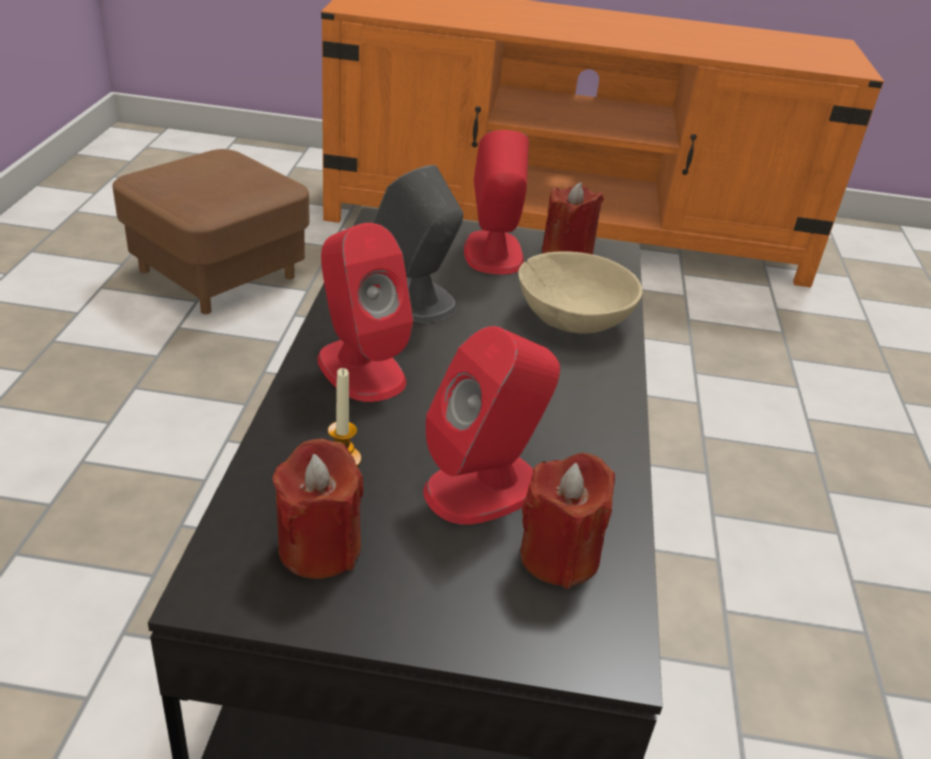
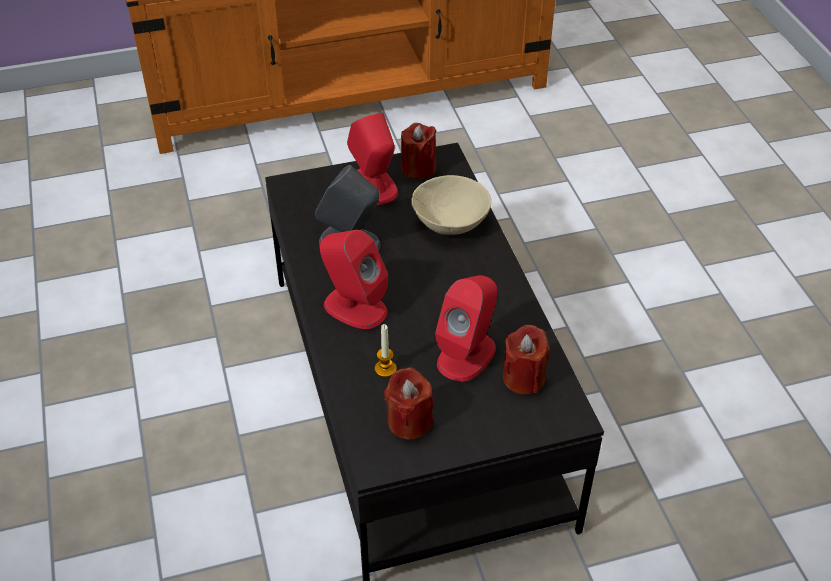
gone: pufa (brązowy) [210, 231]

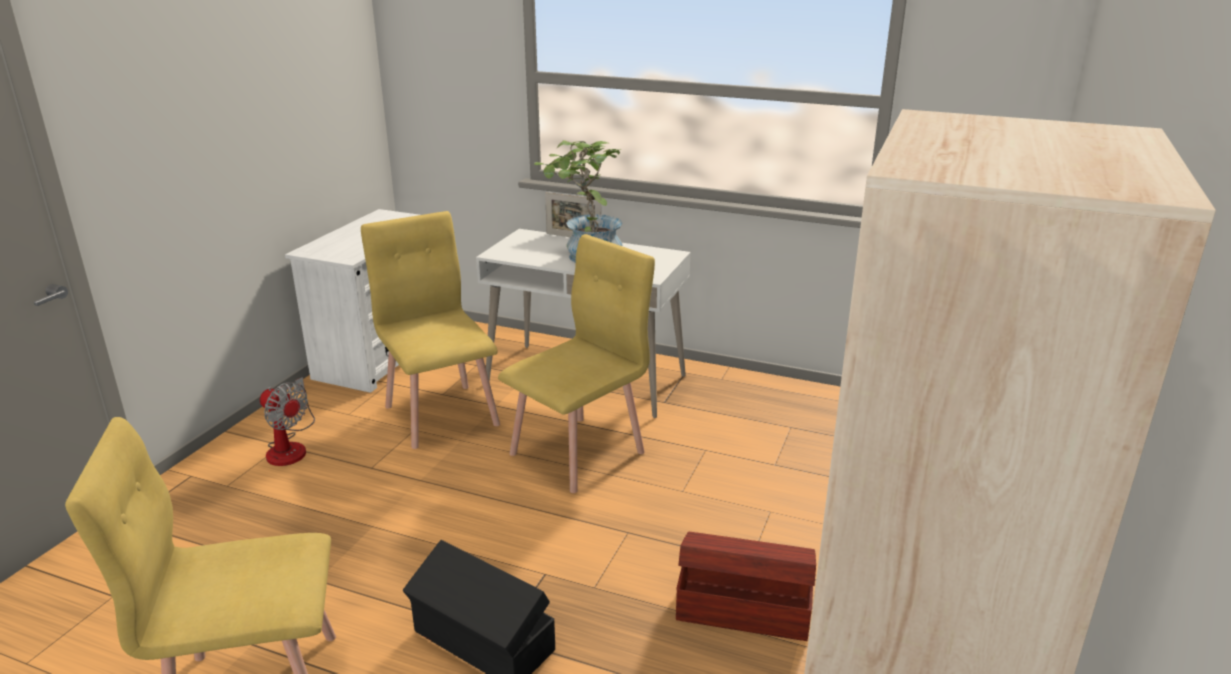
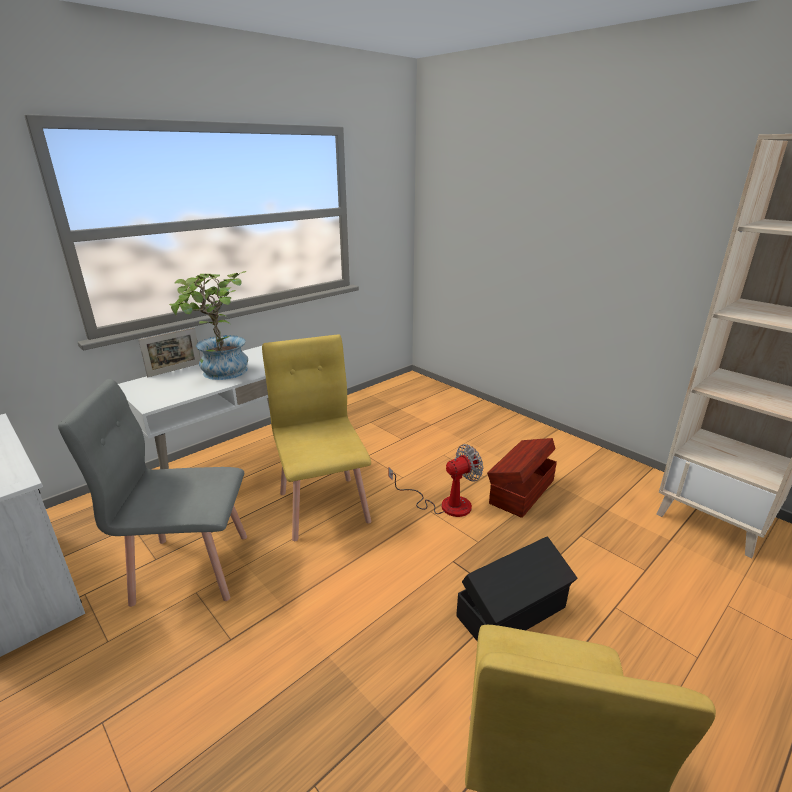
shifted: wentylator [287, 421] to [436, 480]
repainted: krzesło (żółty) [430, 330] to krzesło (szary) [152, 493]

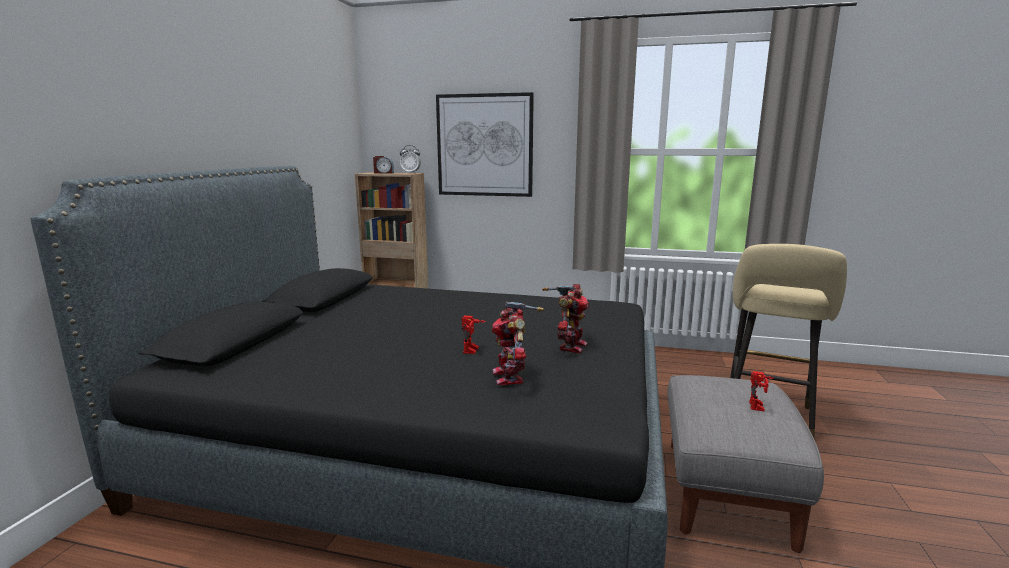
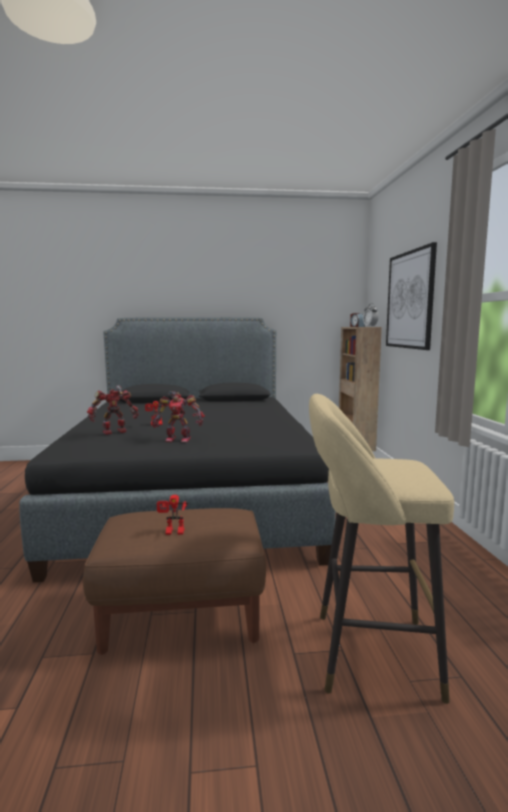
repainted: pufa (szary) [745, 464] to pufa (brązowy) [174, 581]

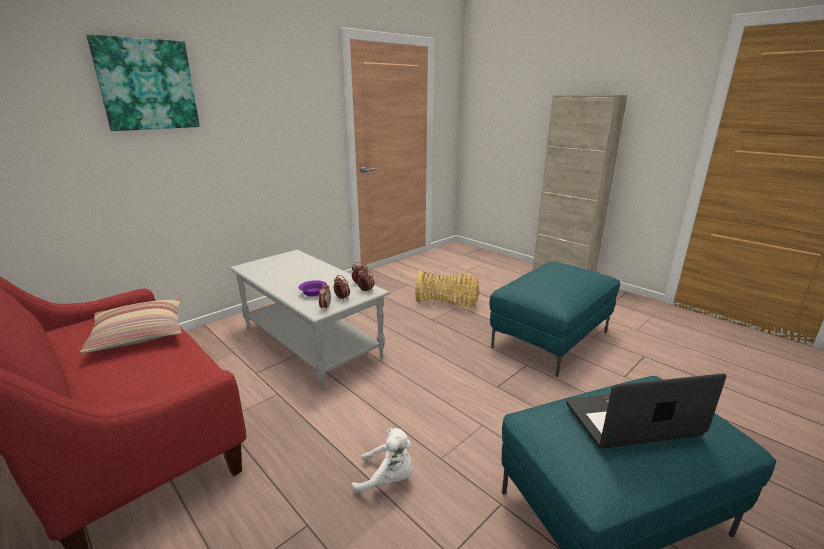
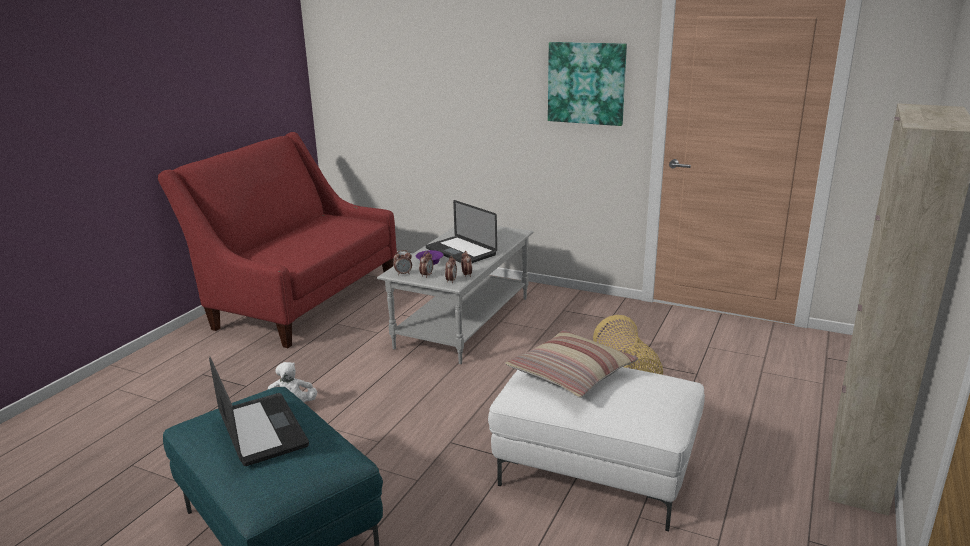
new: laptop [461, 231]
shifted: poduszka [131, 325] to [571, 364]; obraz [143, 82] to [587, 84]
repainted: pufa (turkusowy) [555, 319] to pufa (biały) [596, 449]

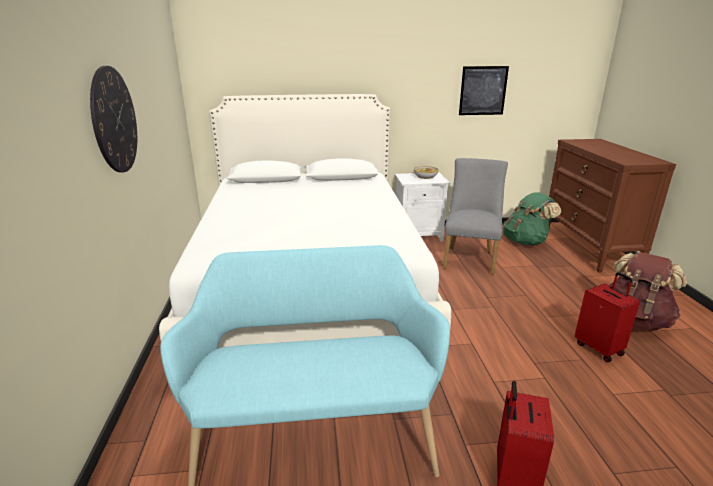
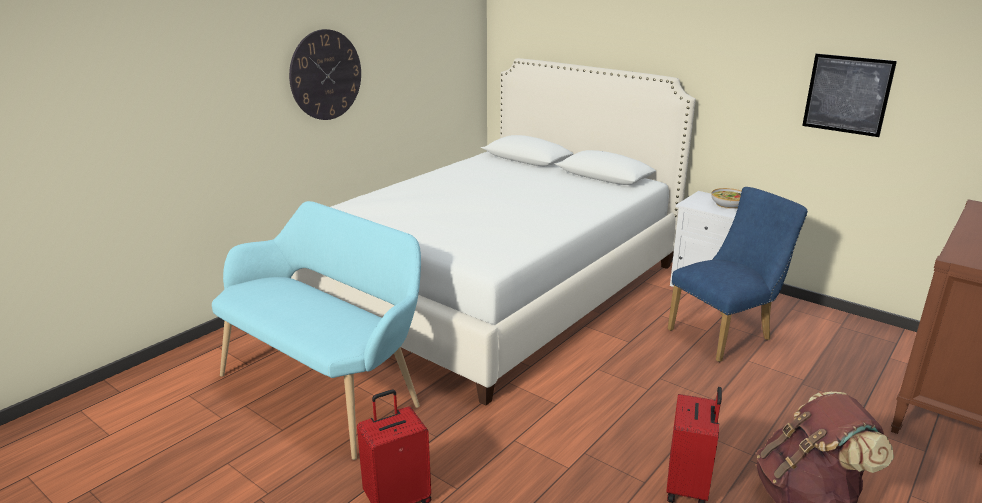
gone: plecak (zielony) [532, 218]
repainted: krzesło (szary) [475, 216] to krzesło (niebieski) [738, 274]

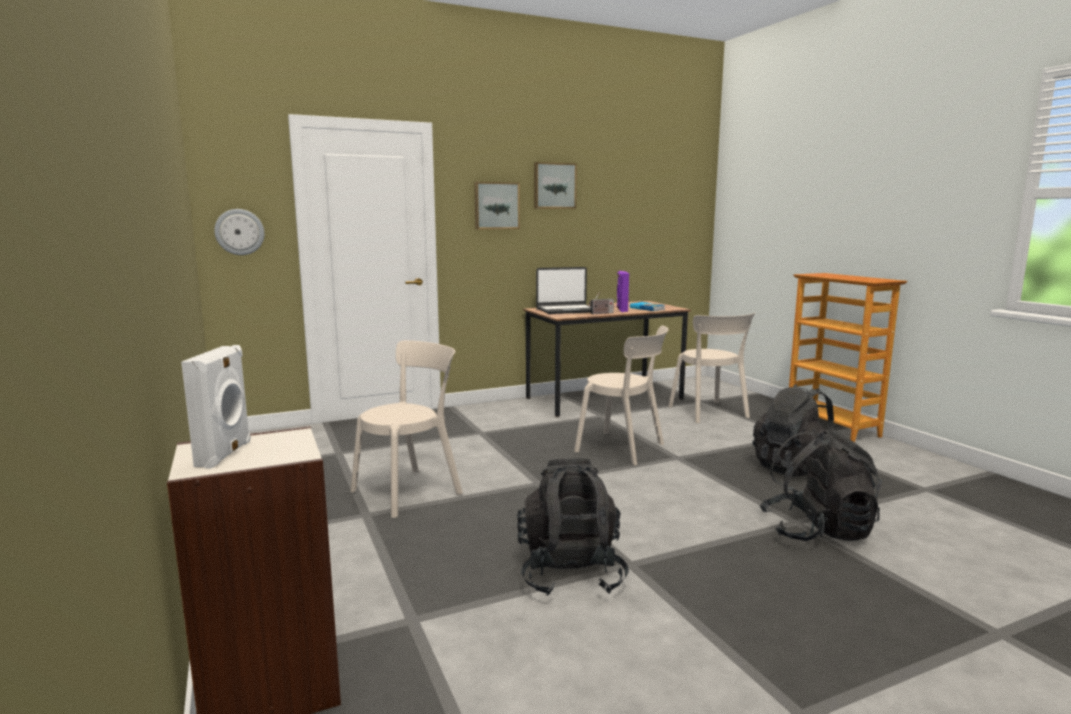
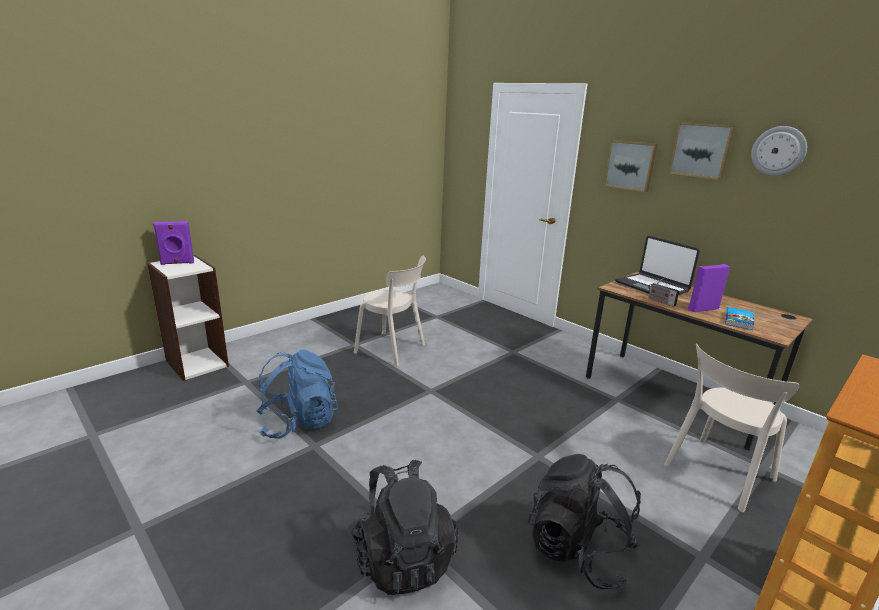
gone: krzesło (beżowy) [621, 395]
shifted: zegar ścienny [239, 232] to [779, 151]
repainted: głośnik (biały) [216, 406] to głośnik (fioletowy) [173, 243]; plecak (czarny) [573, 527] to plecak (niebieski) [297, 394]

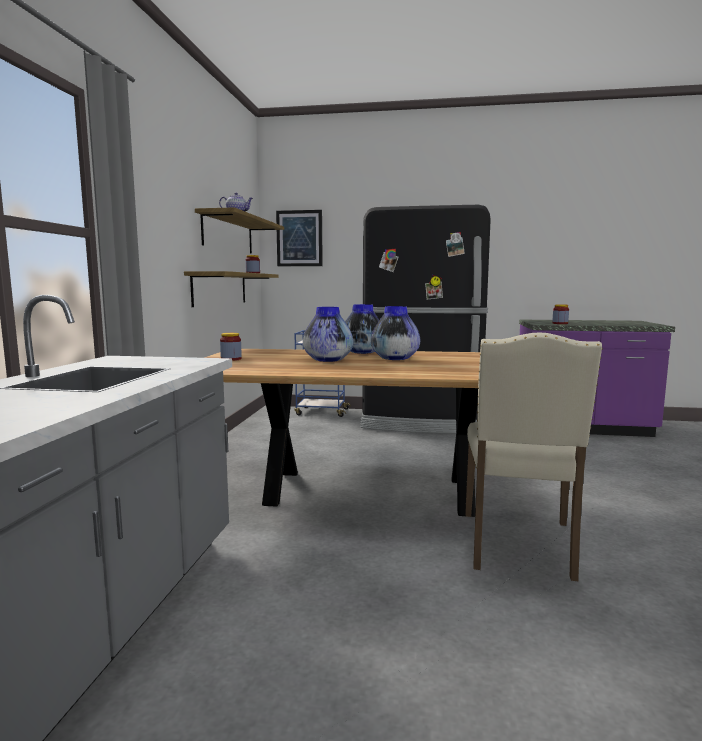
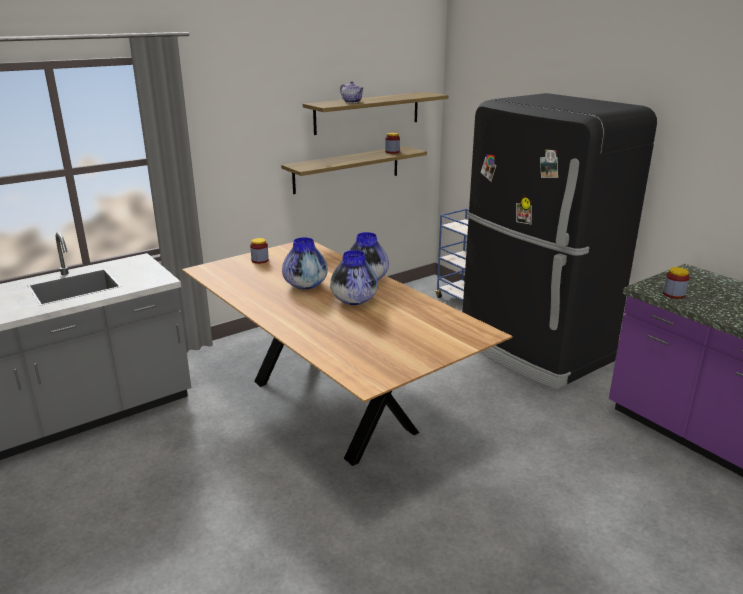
gone: obraz [299, 238]; krzesło (beżowy) [534, 457]

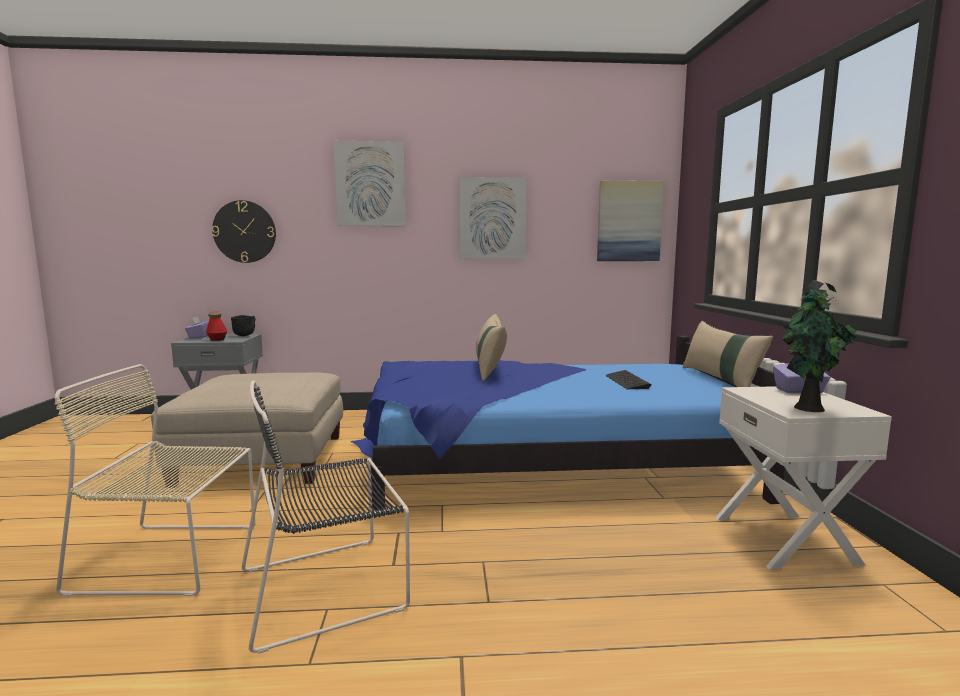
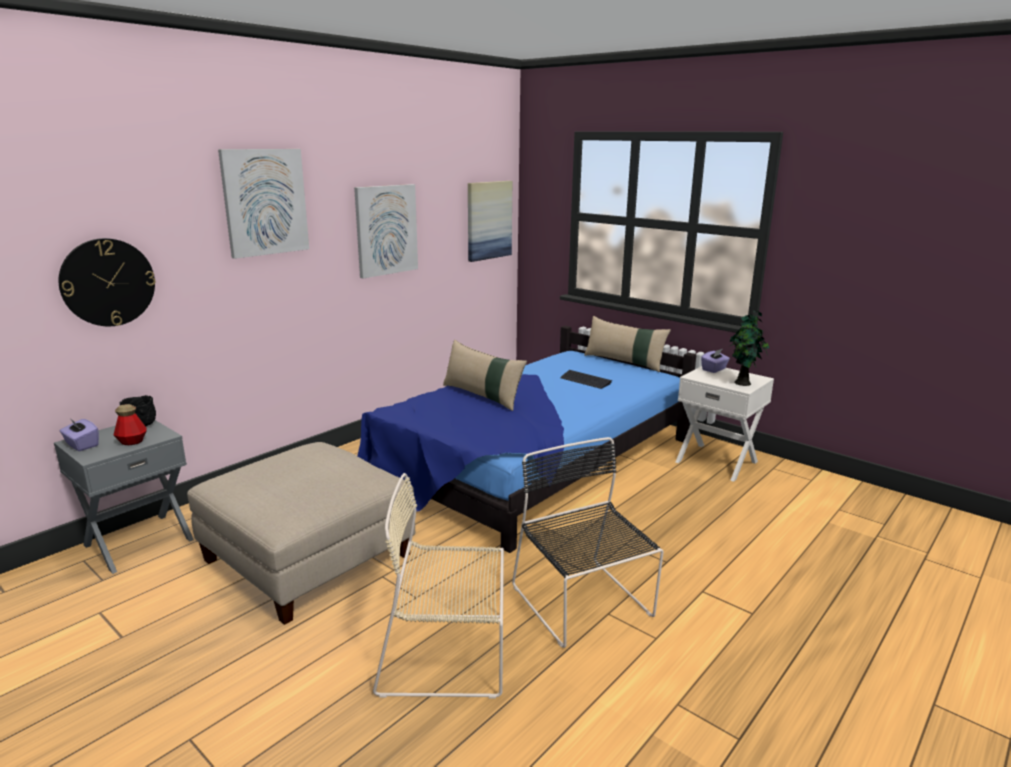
rotated: krzesło (beżowy) [155, 480] = [438, 585] 45 degrees clockwise; krzesło (czarny) [326, 517] = [588, 542] 135 degrees clockwise

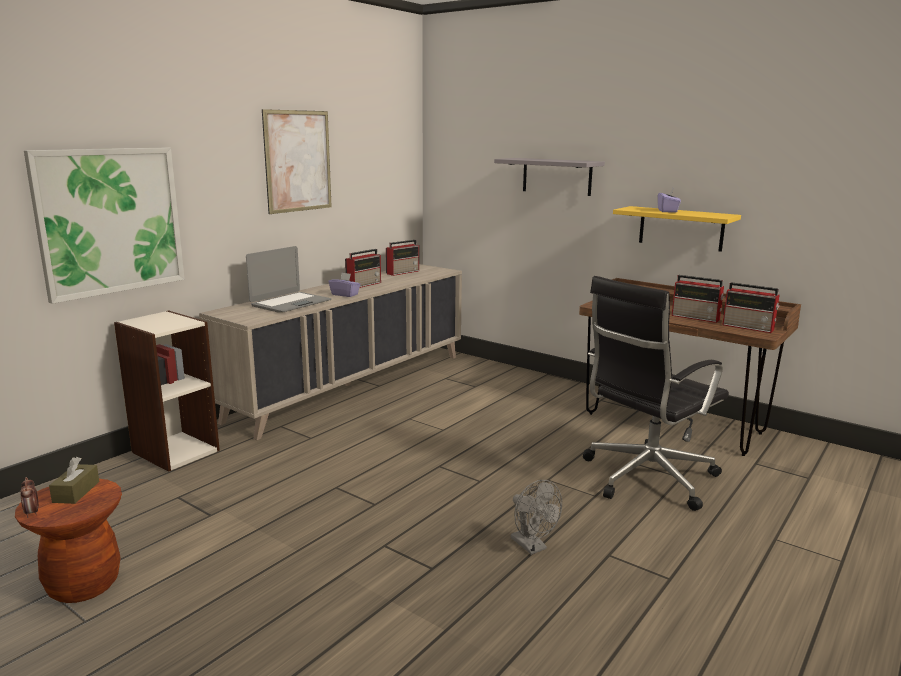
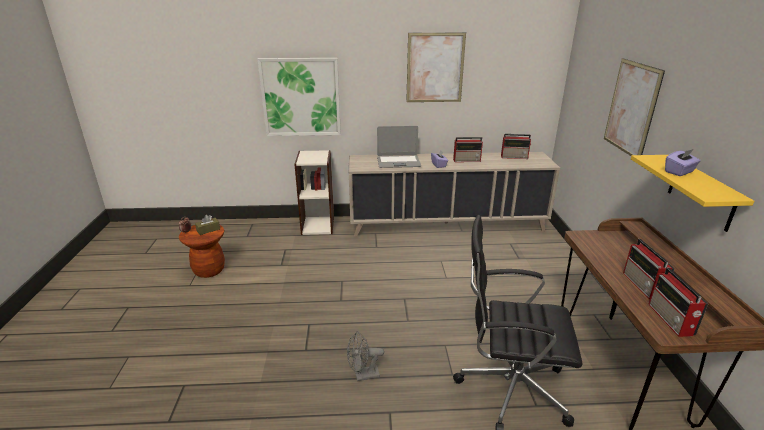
swapped: półka (szary) [549, 177] to obraz [634, 107]
rotated: wentylator (szary) [536, 517] = [365, 356] 60 degrees clockwise

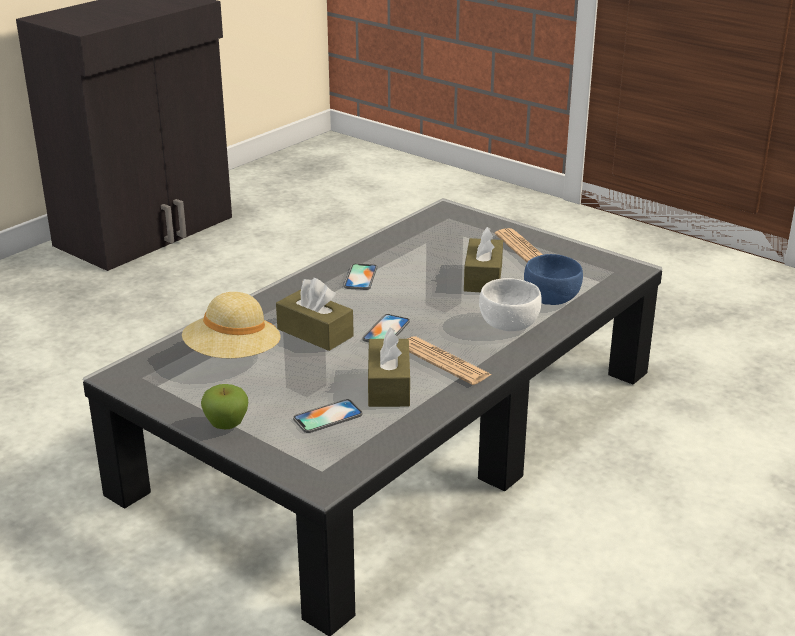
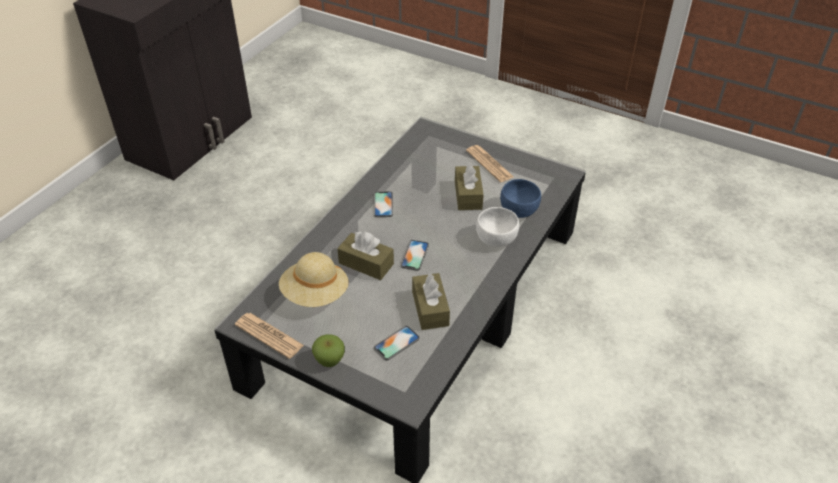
shifted: gazeta [449, 360] to [269, 336]

